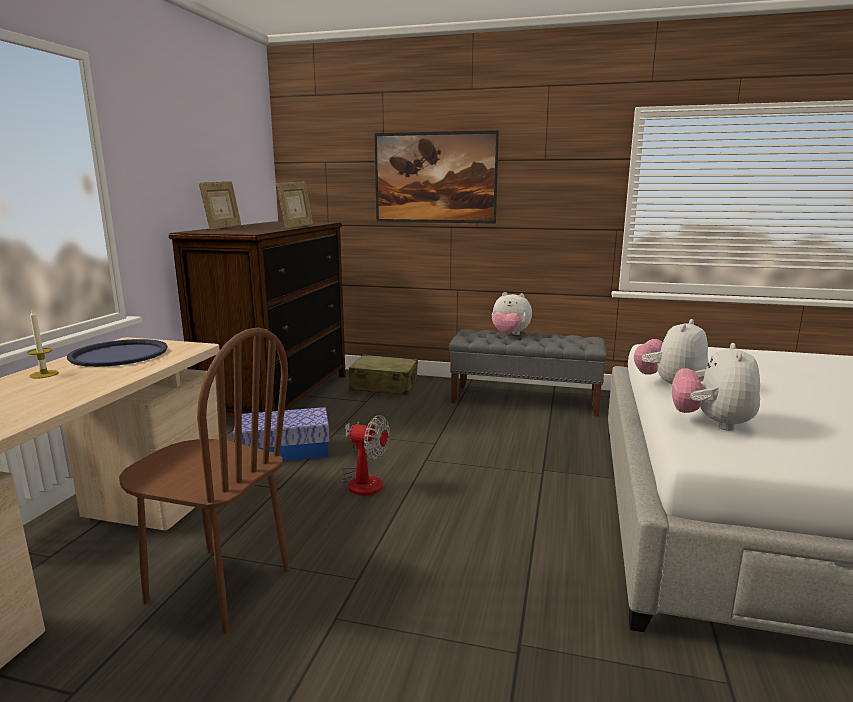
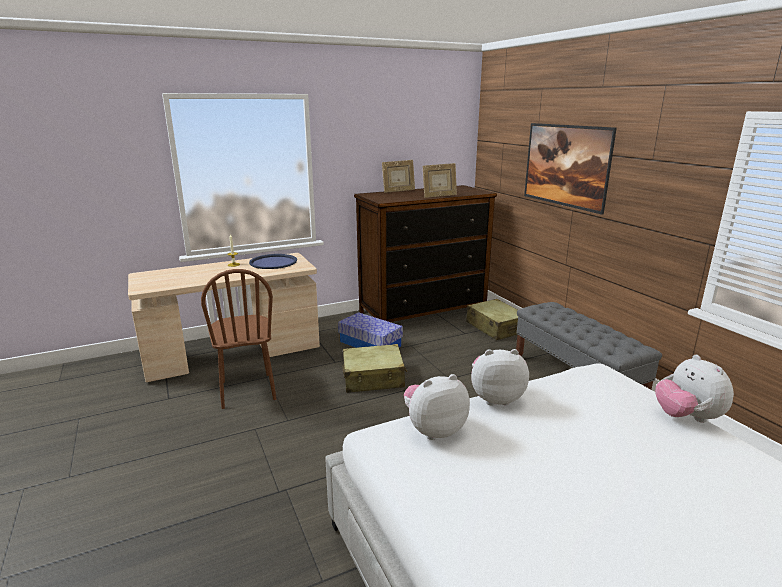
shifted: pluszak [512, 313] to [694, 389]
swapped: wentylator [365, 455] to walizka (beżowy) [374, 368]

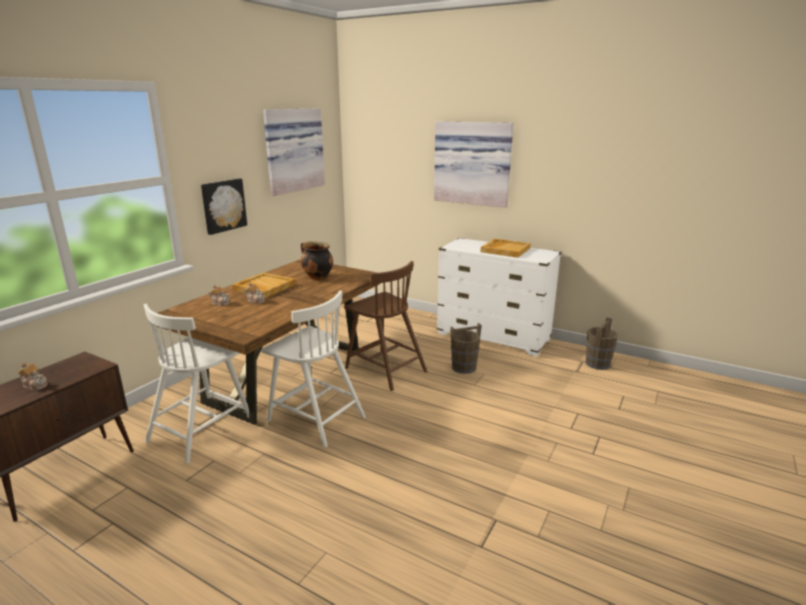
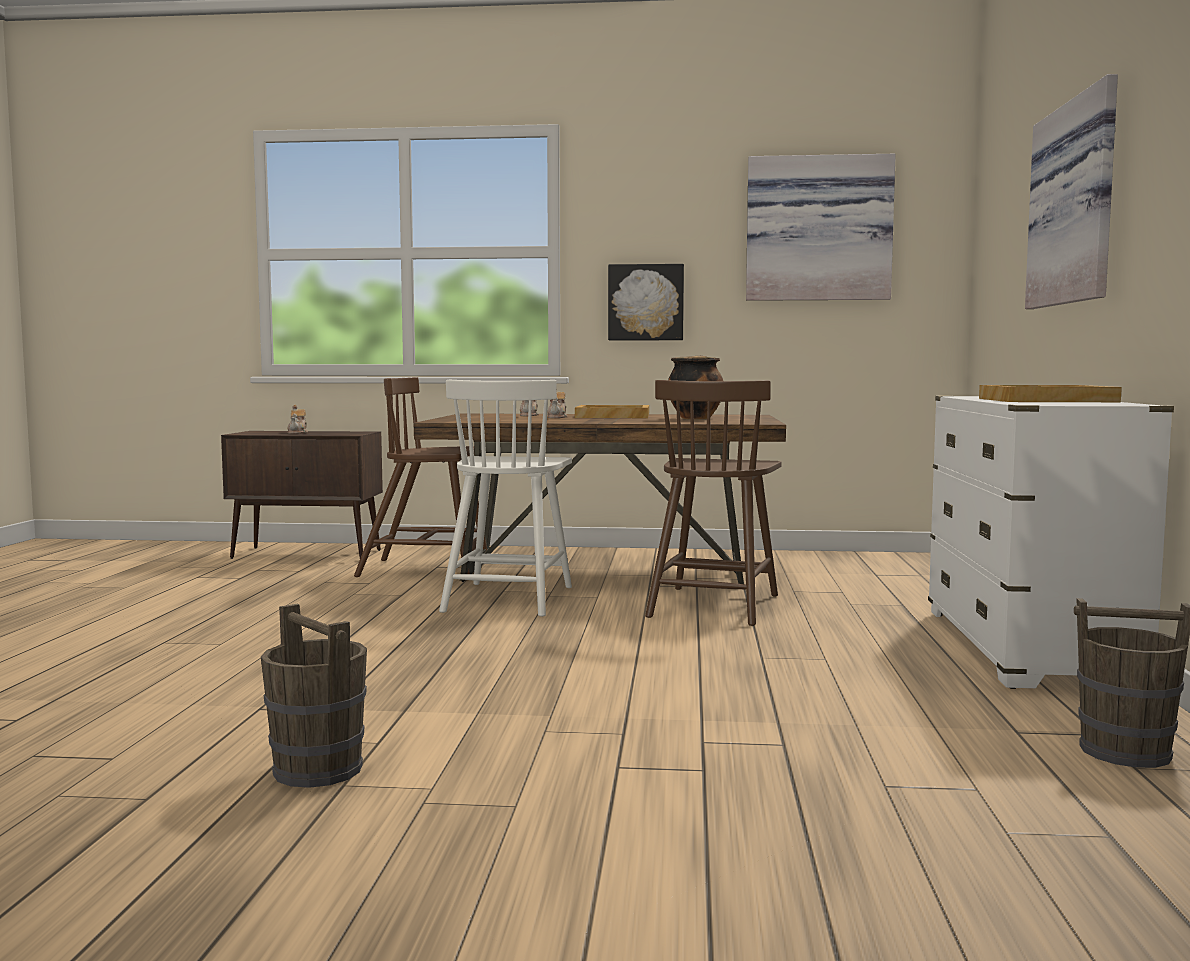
shifted: wiadro (brązowy) [466, 348] to [314, 696]
repainted: krzesło (biały) [196, 383] to krzesło (brązowy) [420, 477]

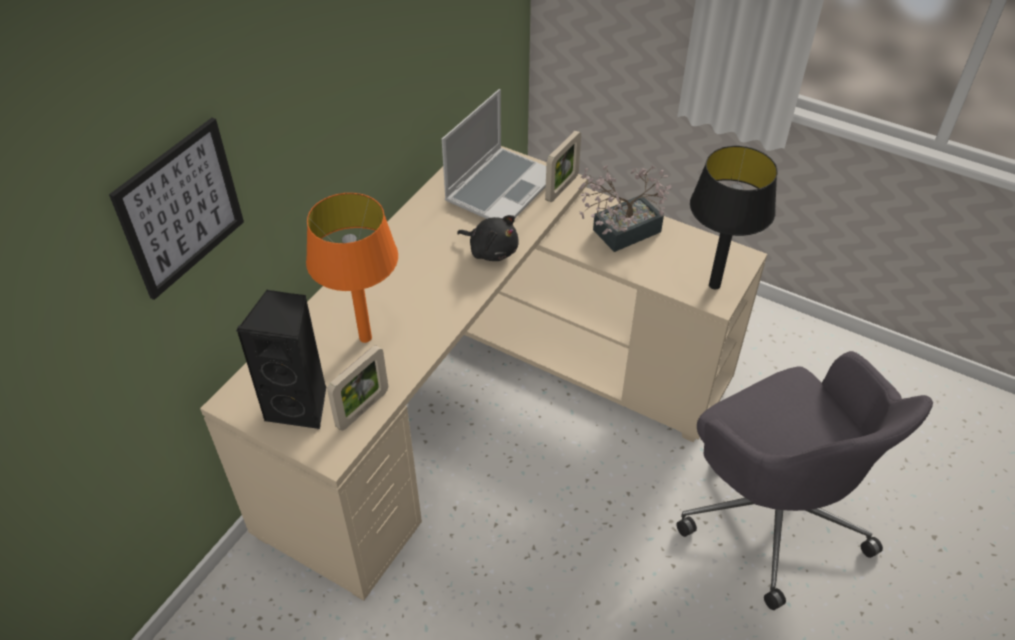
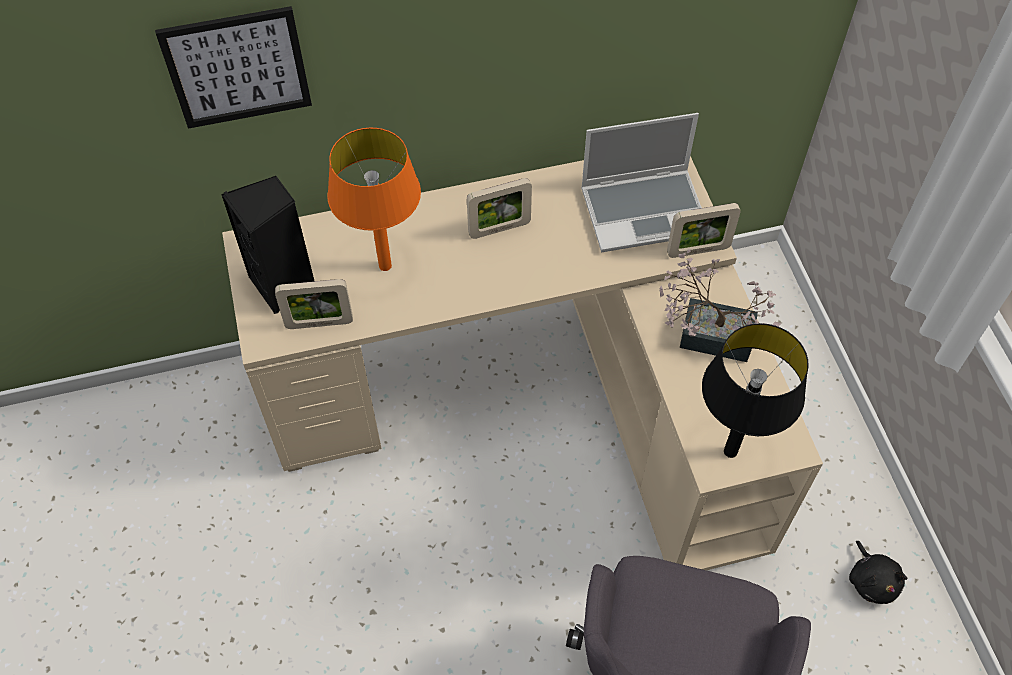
new: ramka na zdjęcie [499, 208]
shifted: pluszak (czarny) [488, 238] to [878, 572]

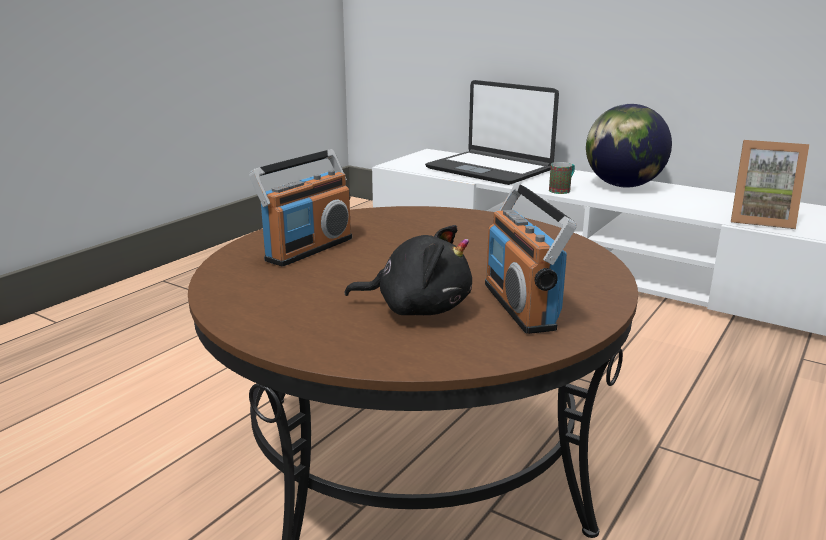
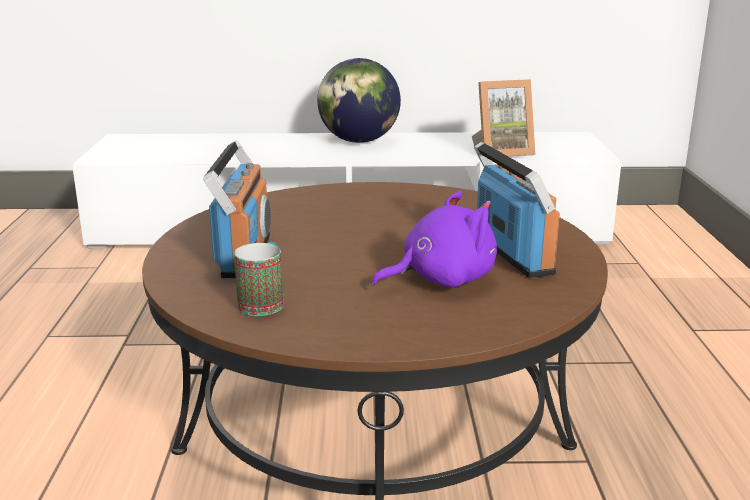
gone: laptop [492, 132]
shifted: kubek [562, 178] to [259, 279]
repainted: pluszak (czarny) [408, 270] to pluszak (fioletowy) [434, 239]
rotated: radio [531, 258] = [517, 210] 150 degrees counterclockwise

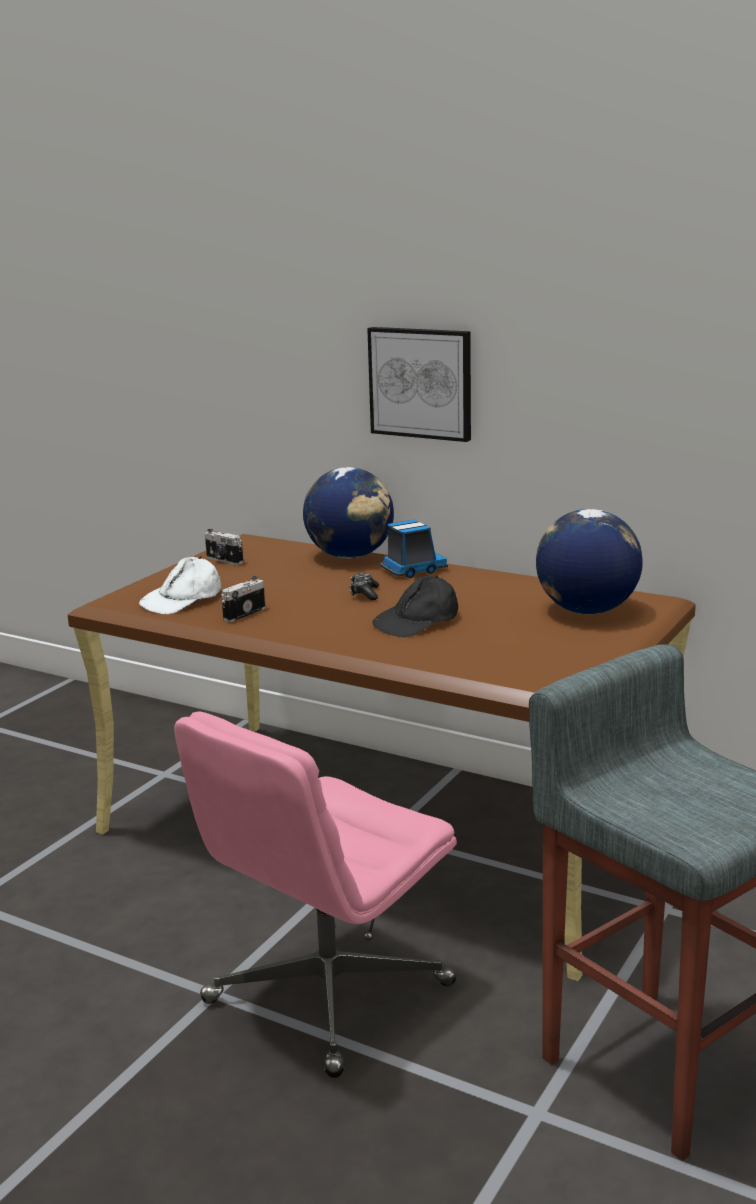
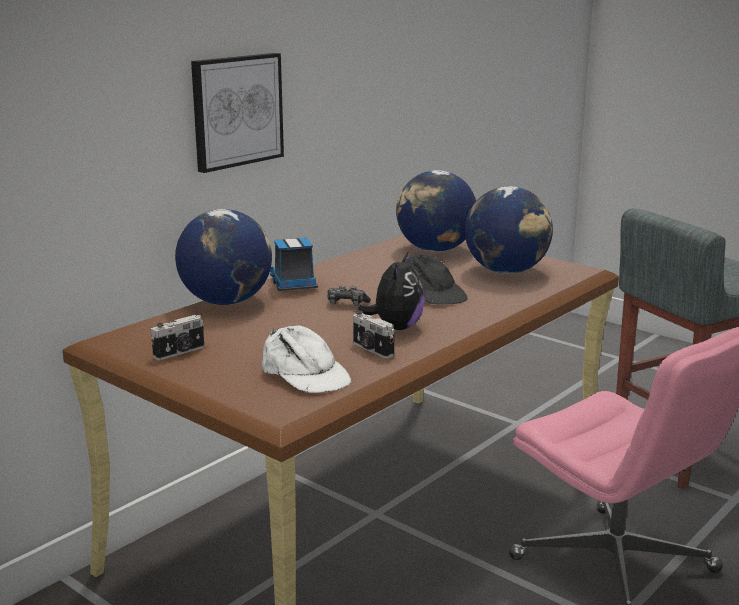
new: pluszak [391, 291]; globus [509, 230]

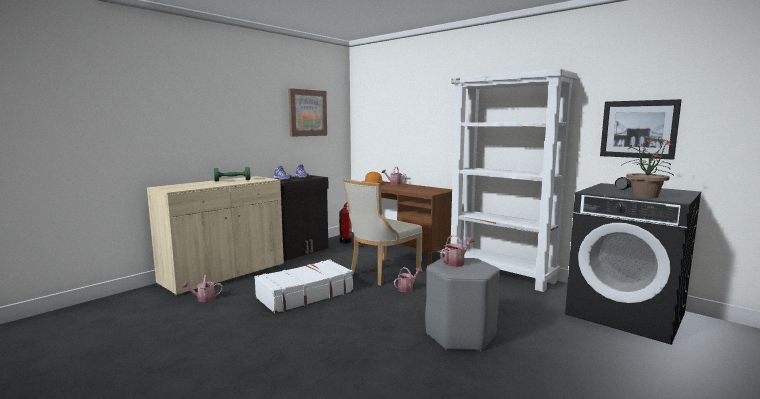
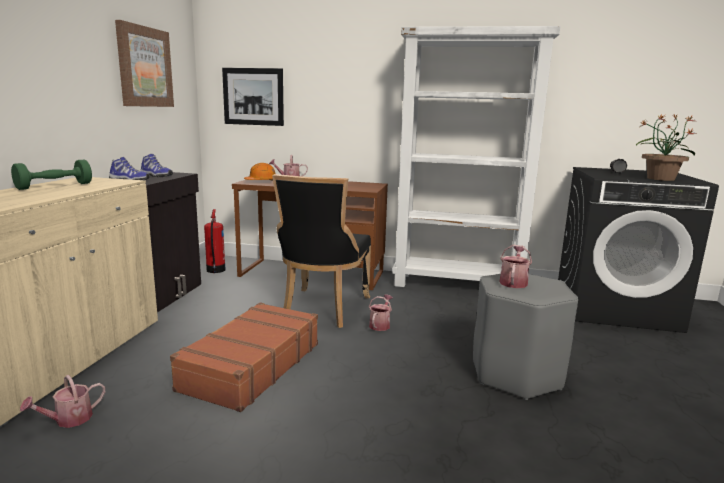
shifted: obraz [641, 129] to [253, 97]
repainted: walizka (biały) [304, 286] to walizka (brązowy) [244, 357]; krzesło (beżowy) [383, 232] to krzesło (czarny) [321, 251]

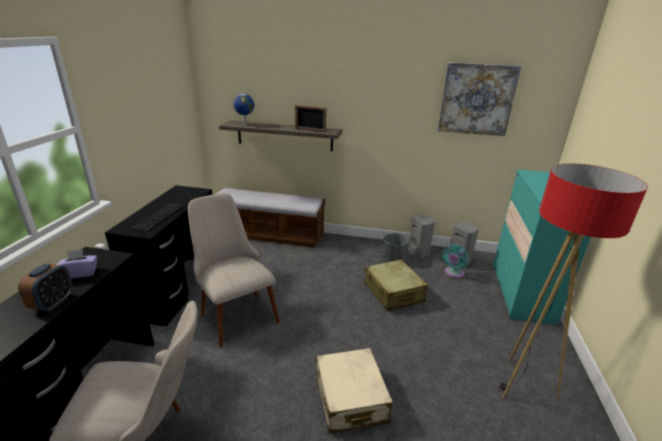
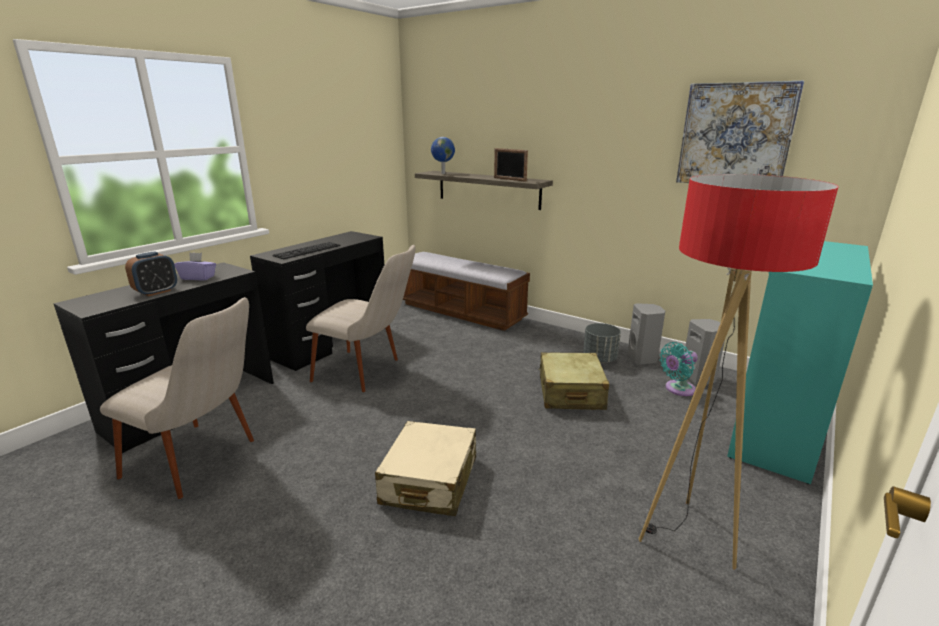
rotated: krzesło (beżowy) [234, 270] = [360, 318] 120 degrees clockwise

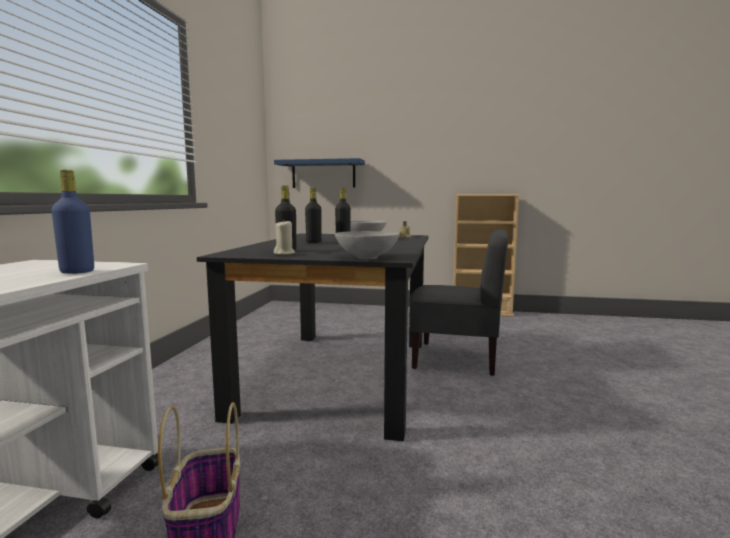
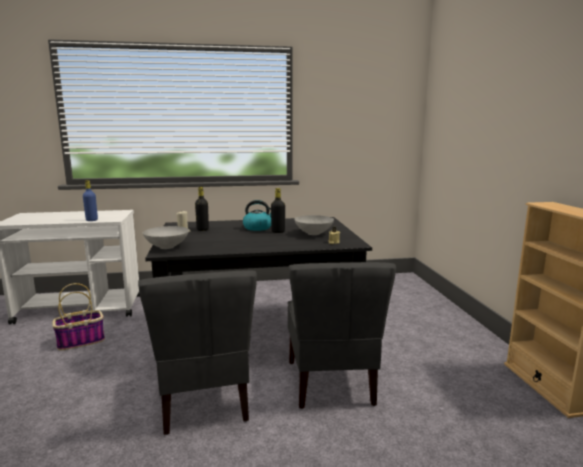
gone: półka (niebieski) [319, 173]
new: krzesło (szary) [197, 352]
swapped: butelka (czarny) [313, 215] to czajnik [257, 215]

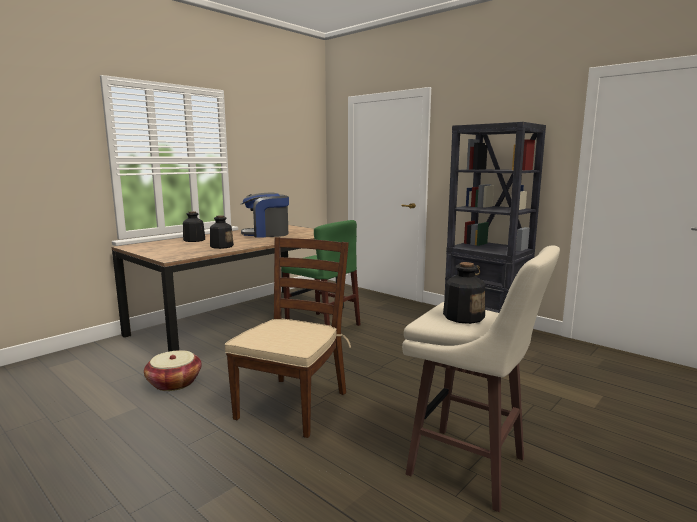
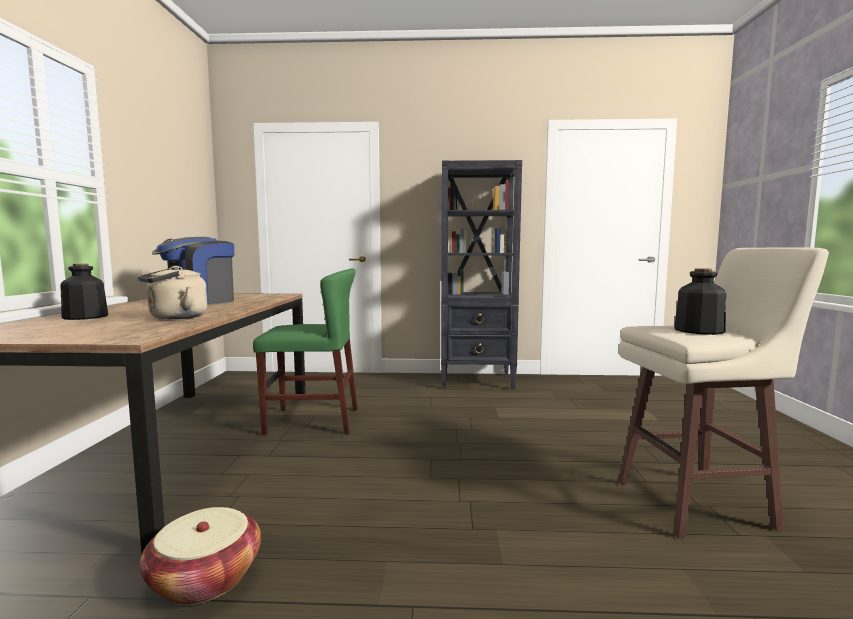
gone: krzesło (brązowy) [288, 337]
swapped: butelka [222, 232] to czajnik (beżowy) [172, 292]

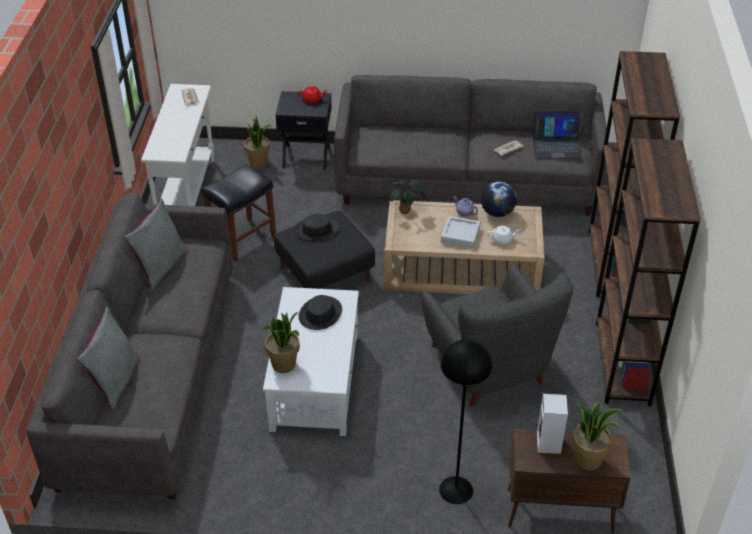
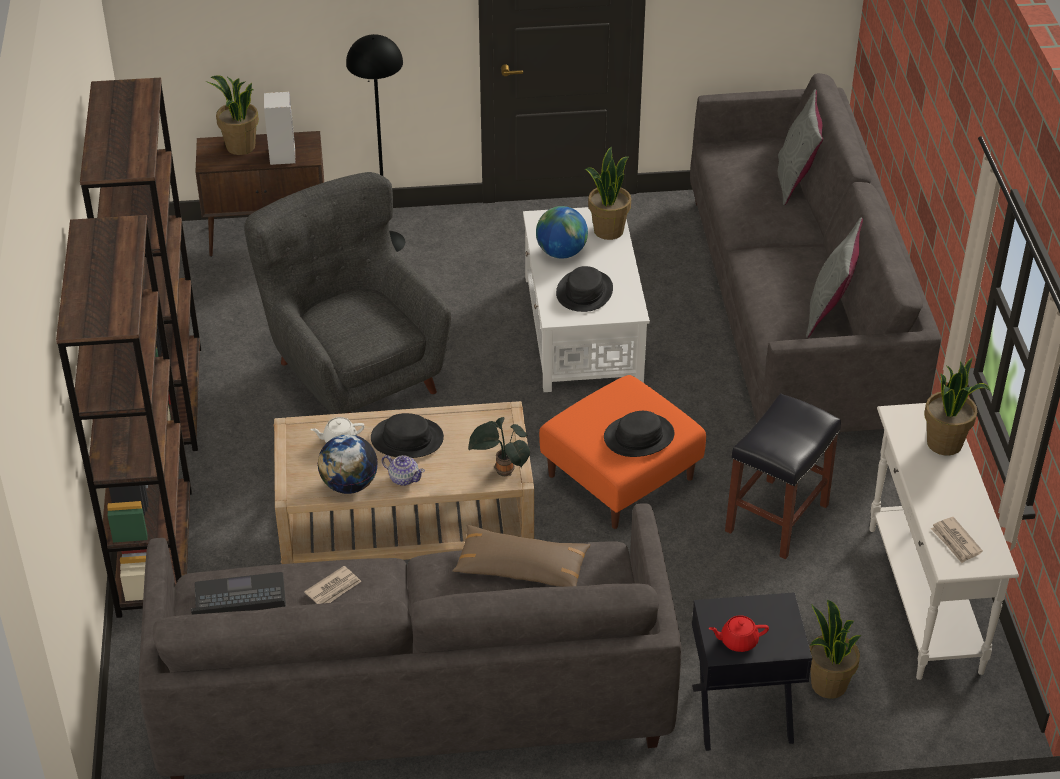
new: poduszka (brązowy) [522, 556]; globus [562, 232]; roślina doniczkowa [957, 407]
swapped: taca (szary) [461, 232] to kapelusz (czarny) [407, 435]
repainted: pufa (czarny) [324, 250] to pufa (pomarańczowy) [622, 452]

